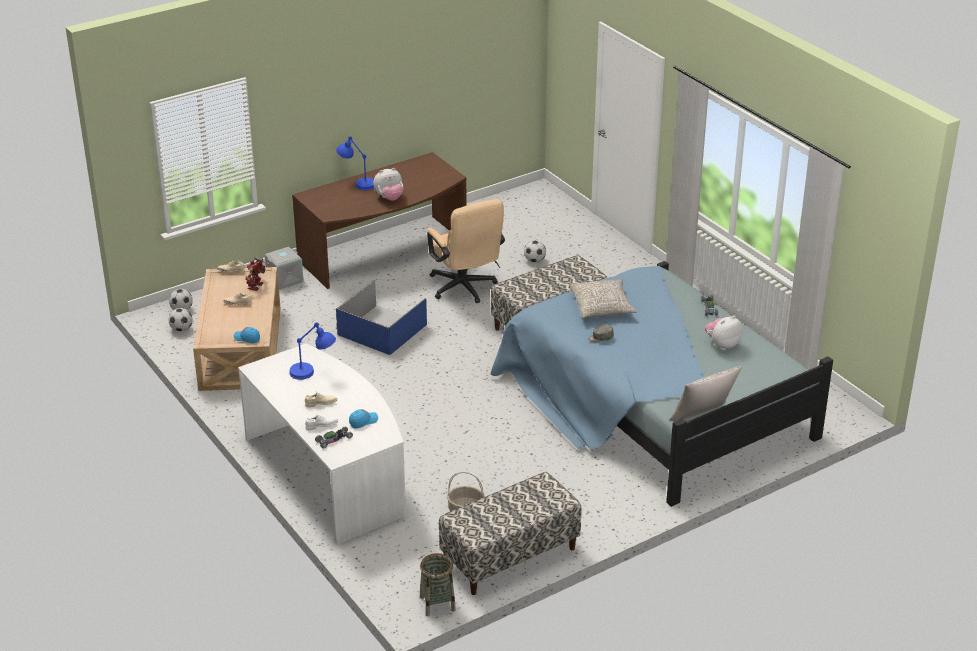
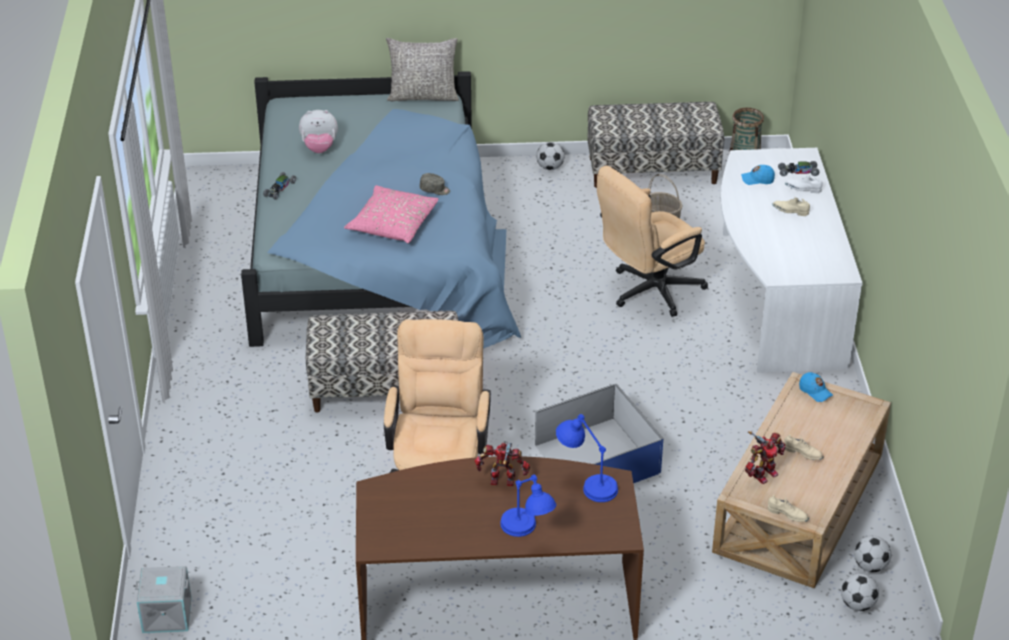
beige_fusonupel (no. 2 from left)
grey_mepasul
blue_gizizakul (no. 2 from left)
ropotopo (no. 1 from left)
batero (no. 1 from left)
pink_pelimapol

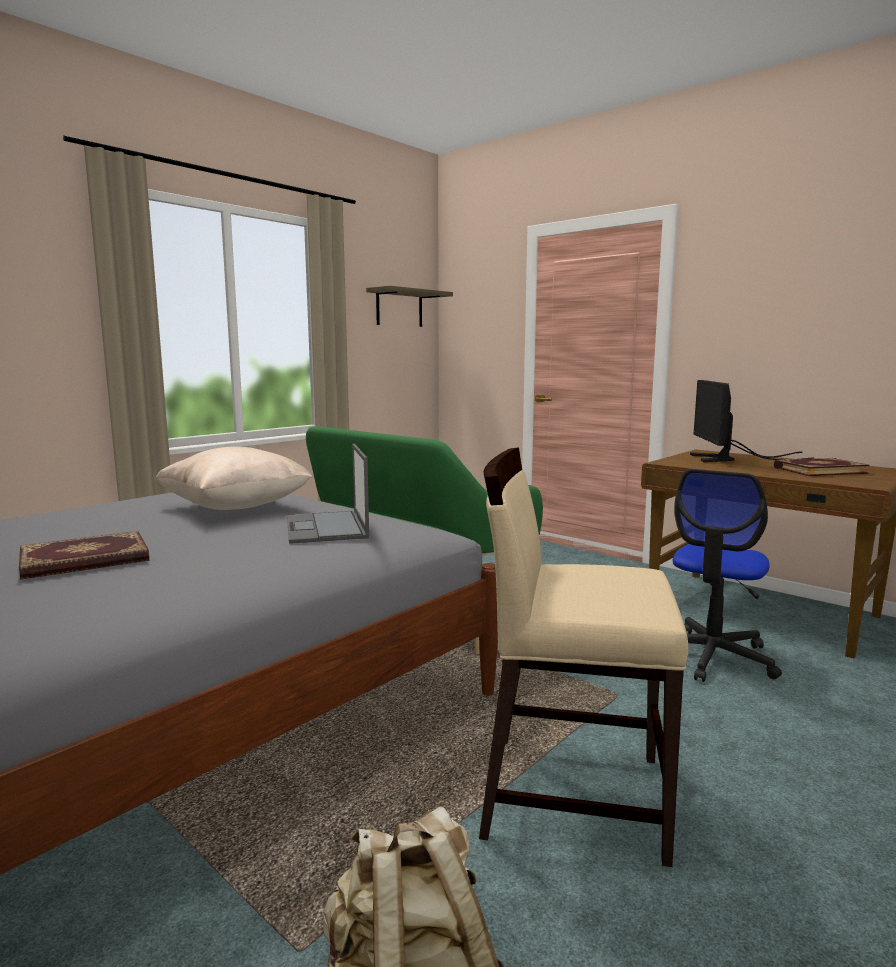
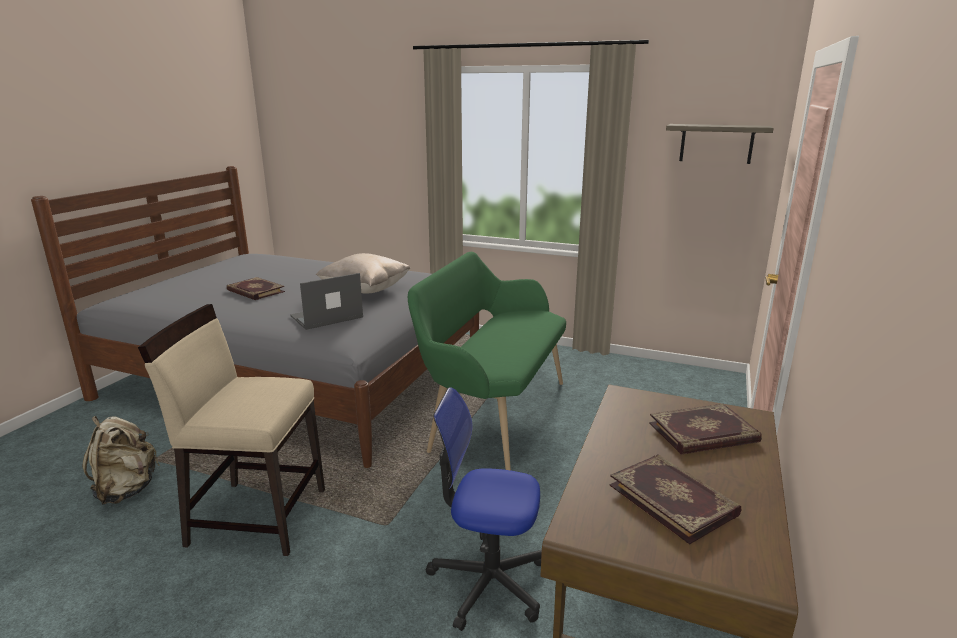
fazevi (no. 3 from left)
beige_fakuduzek

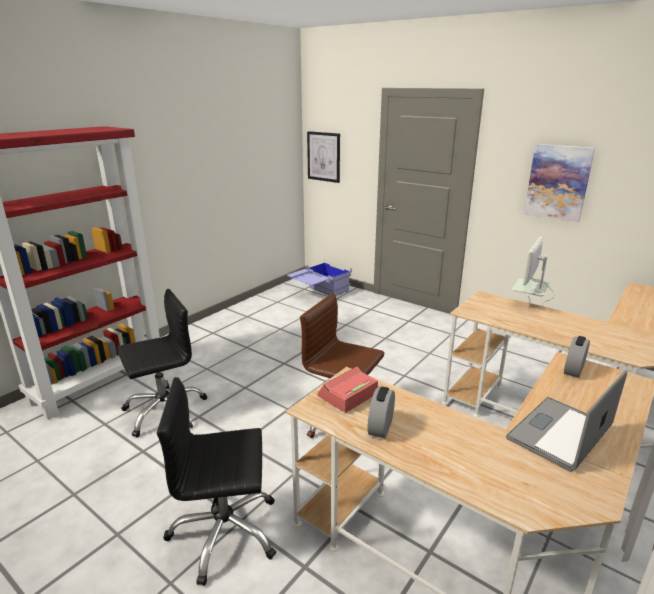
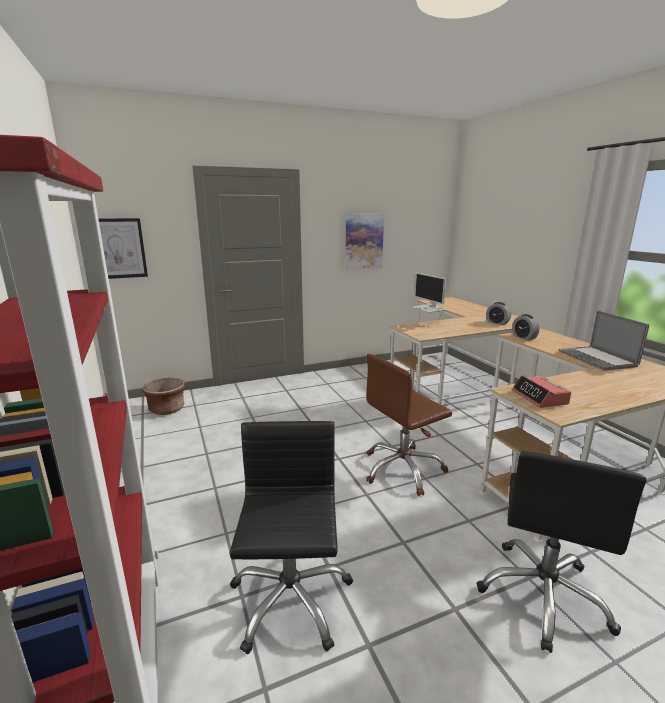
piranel (no. 1 from left)
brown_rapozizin

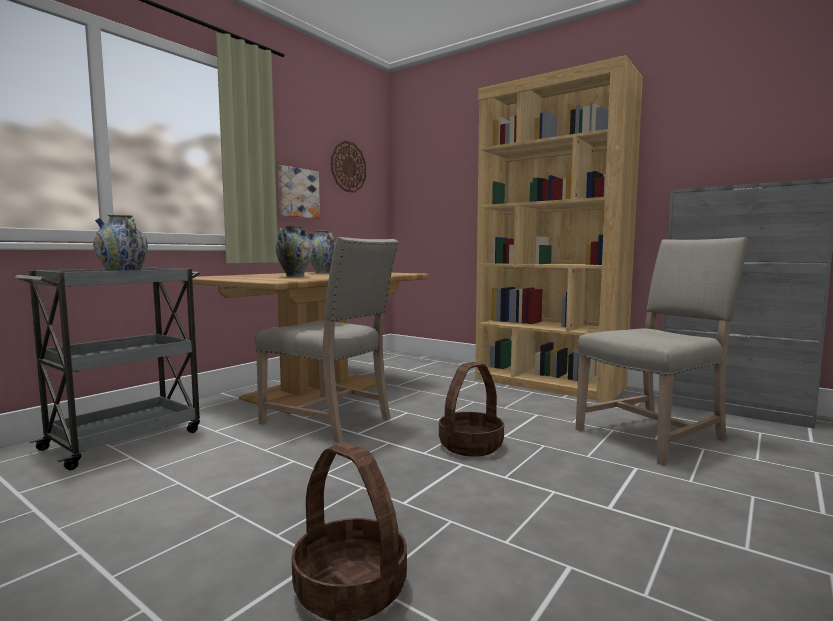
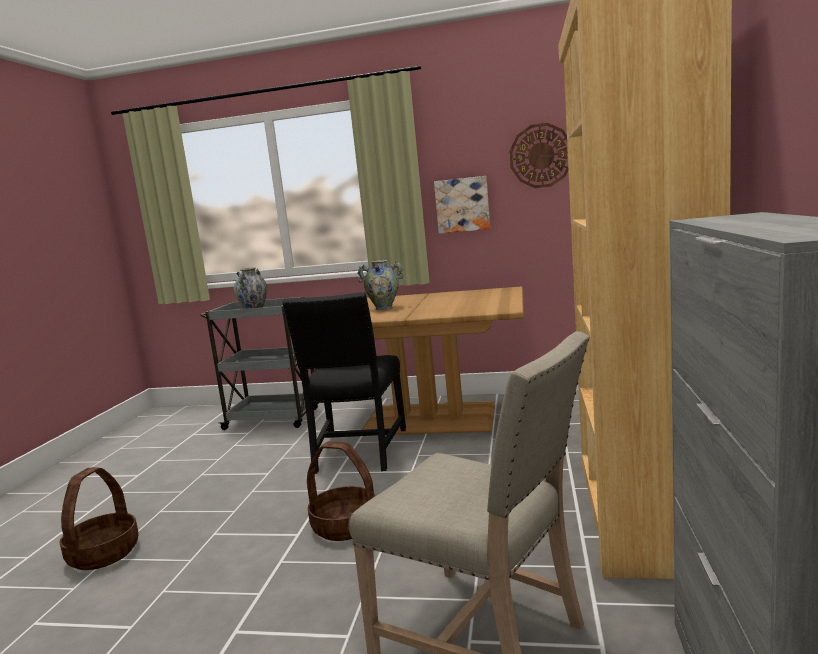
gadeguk (no. 3 from left in the first image)
black_fakuduzek

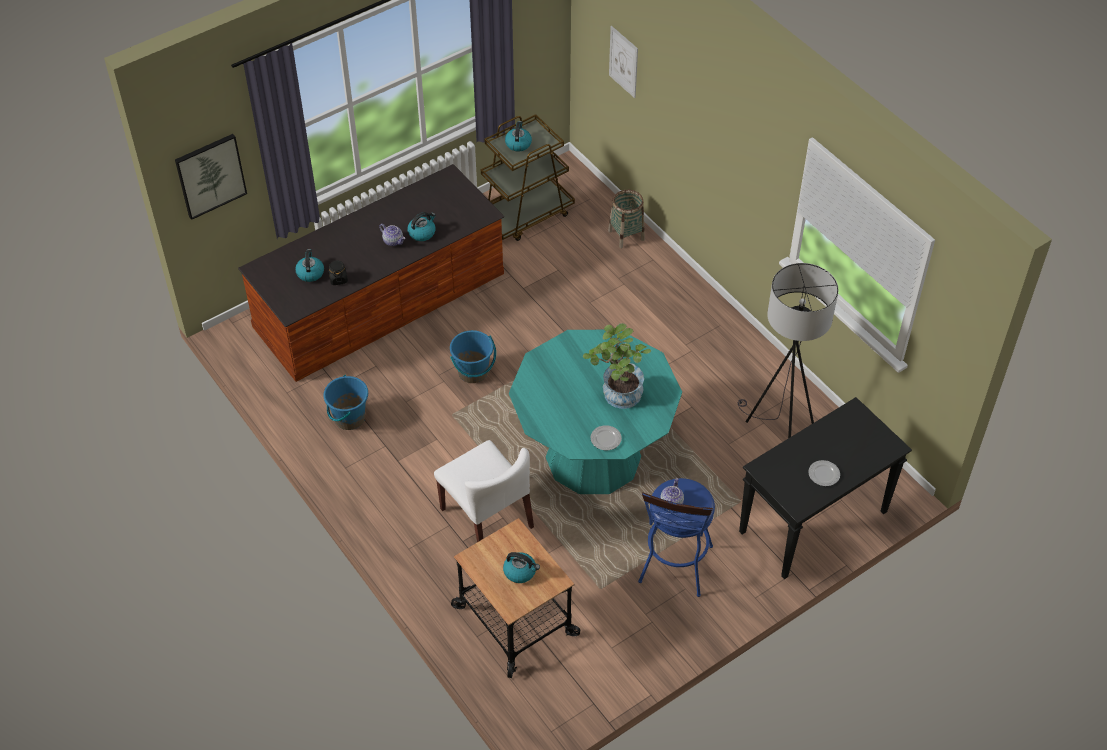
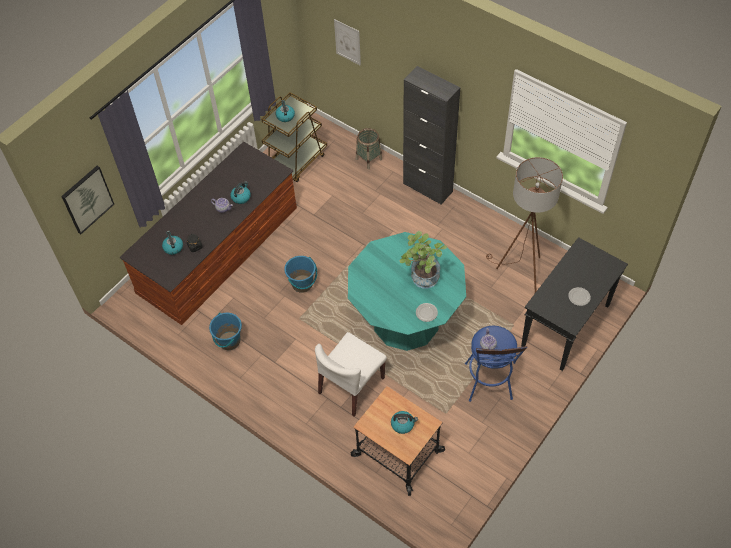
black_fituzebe
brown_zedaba
white_fakuduzek

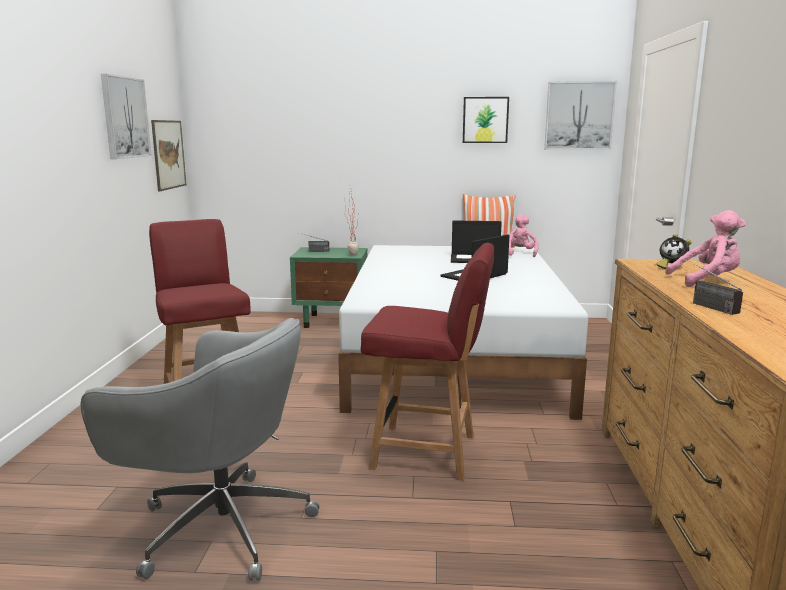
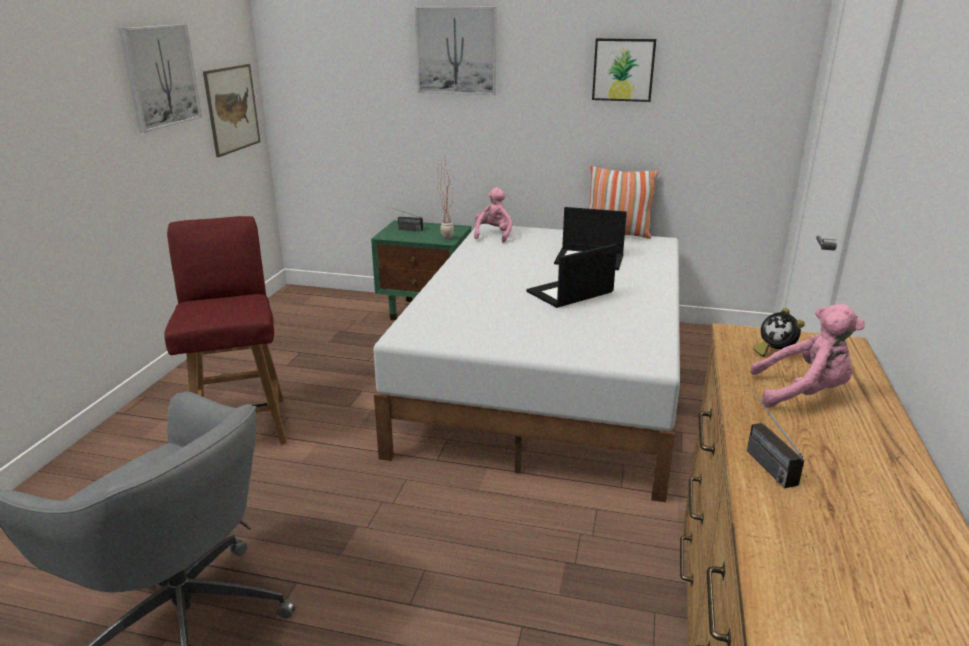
red_fakuduzek (no. 2 from left in the first image)
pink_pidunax (no. 1 from left)
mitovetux (no. 3 from left)

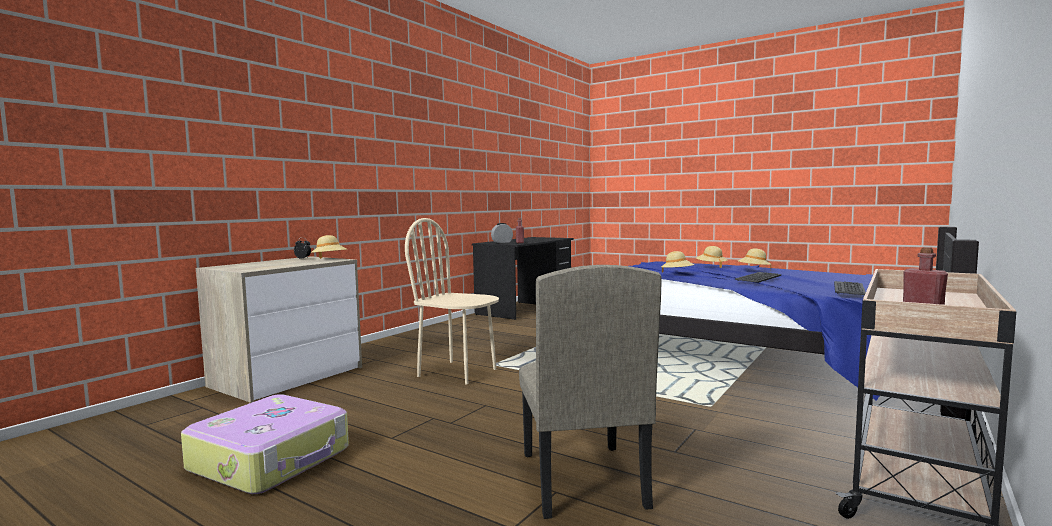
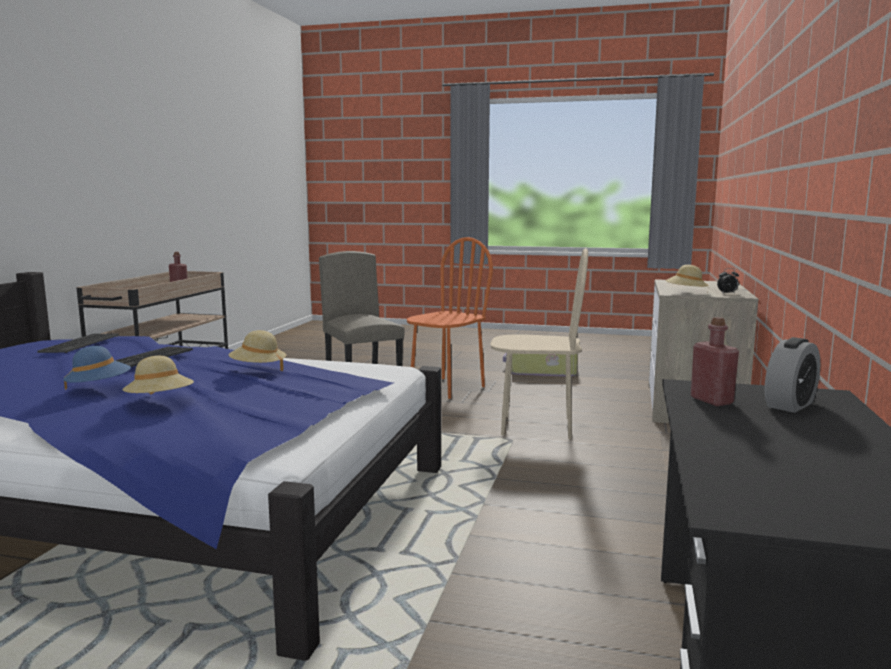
orange_fakuduzek
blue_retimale

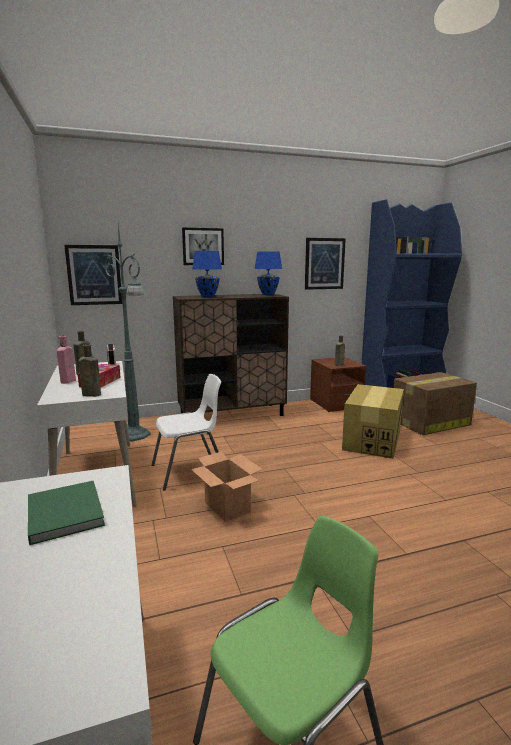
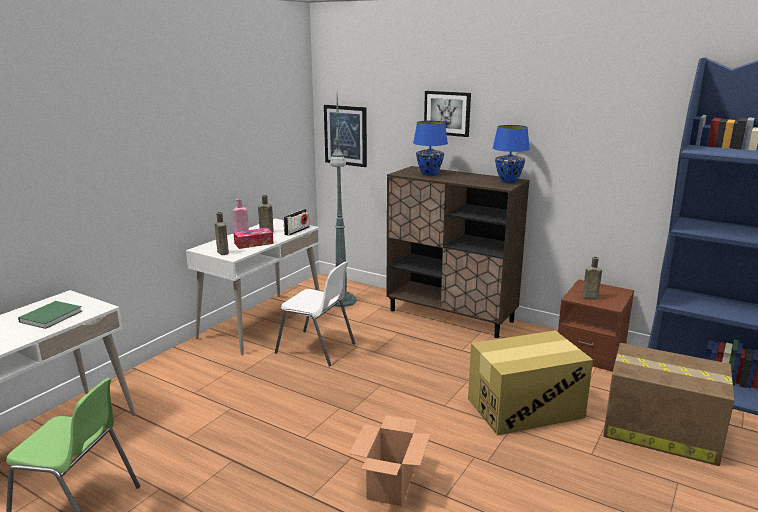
mitovetux (no. 3 from left in the first image)
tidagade (no. 1 from left)

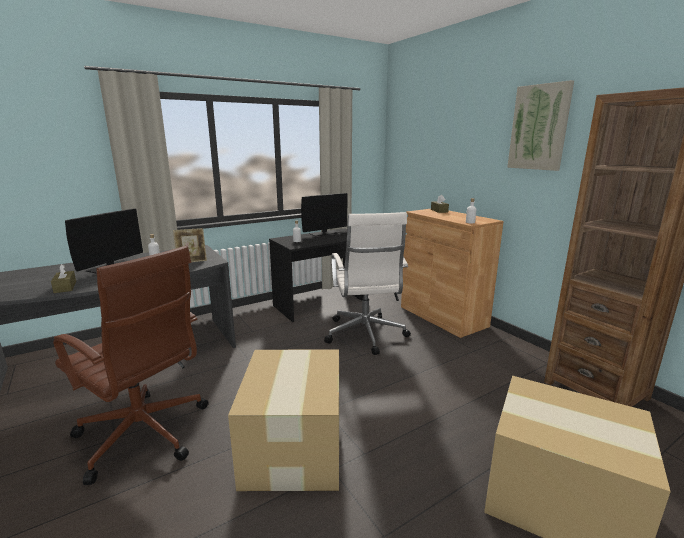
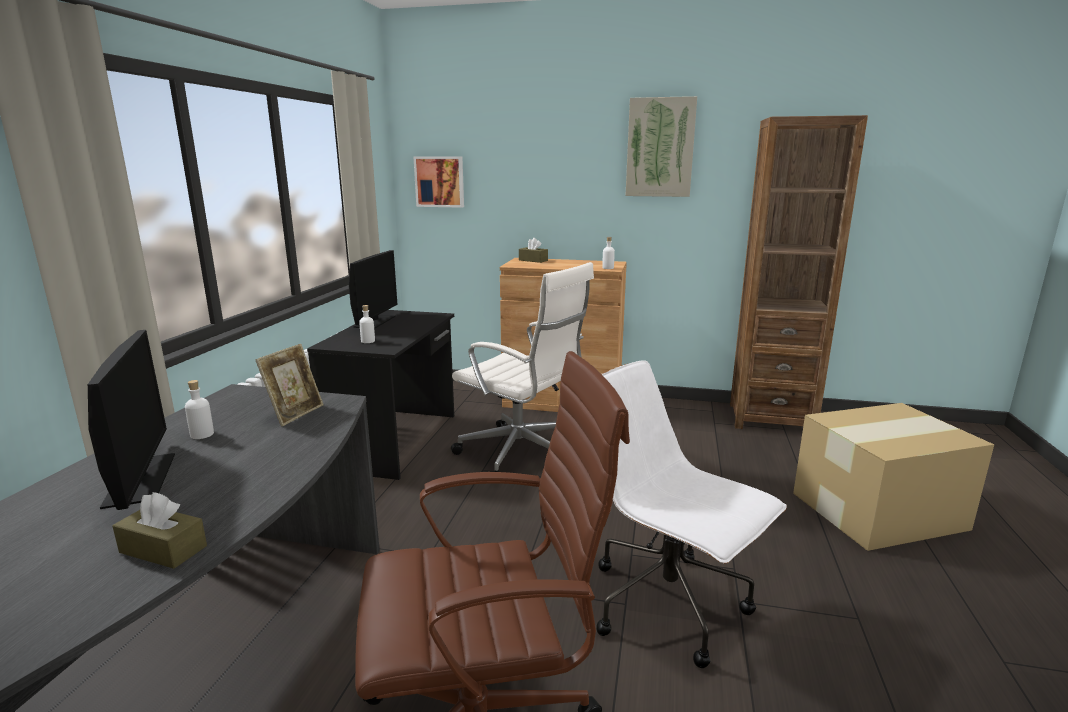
mitovetux (no. 1 from left)
white_fusonupel (no. 2 from left)

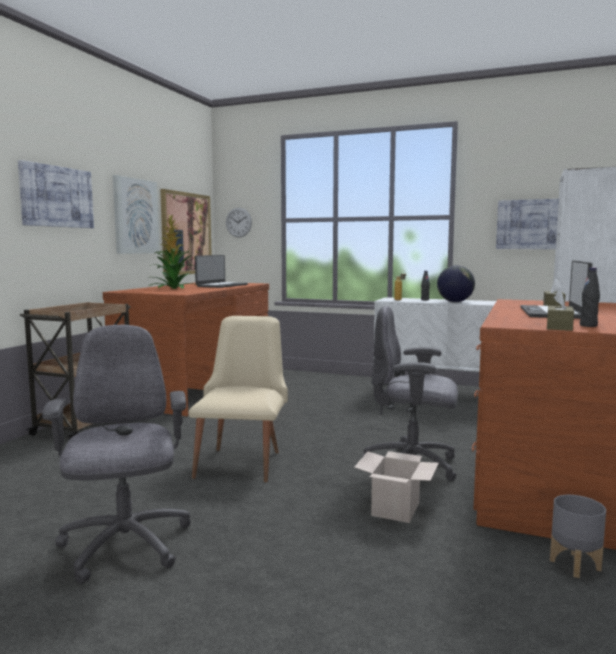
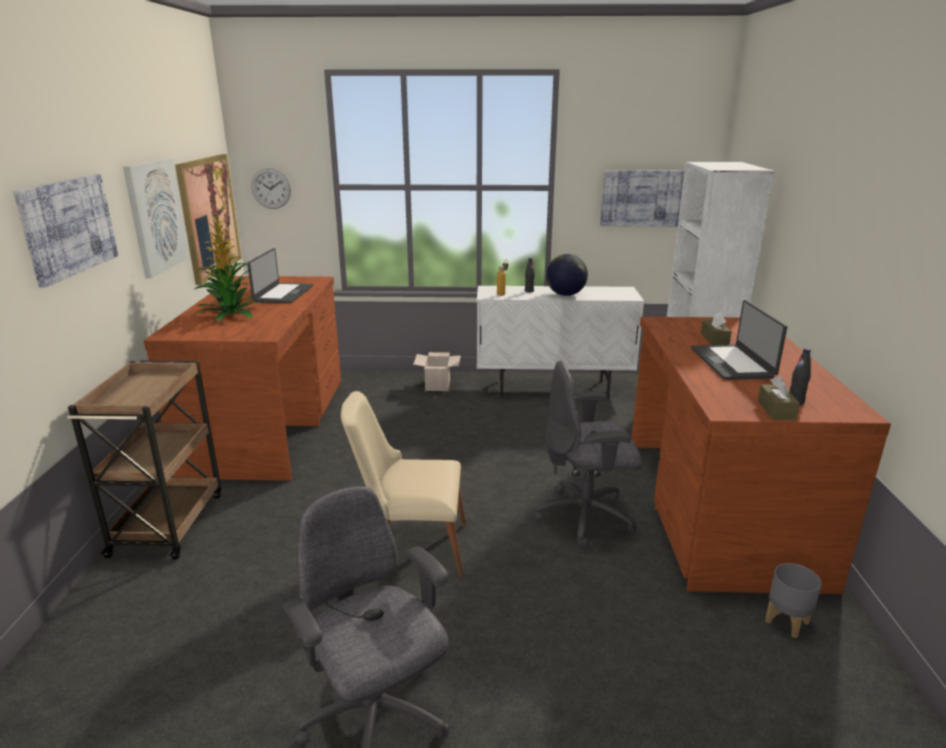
tidagade
beige_fakuduzek

